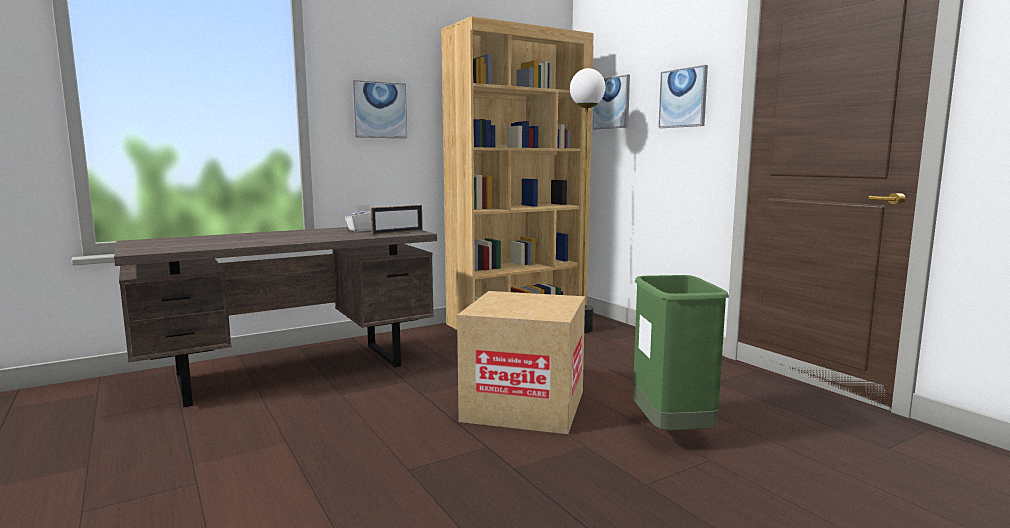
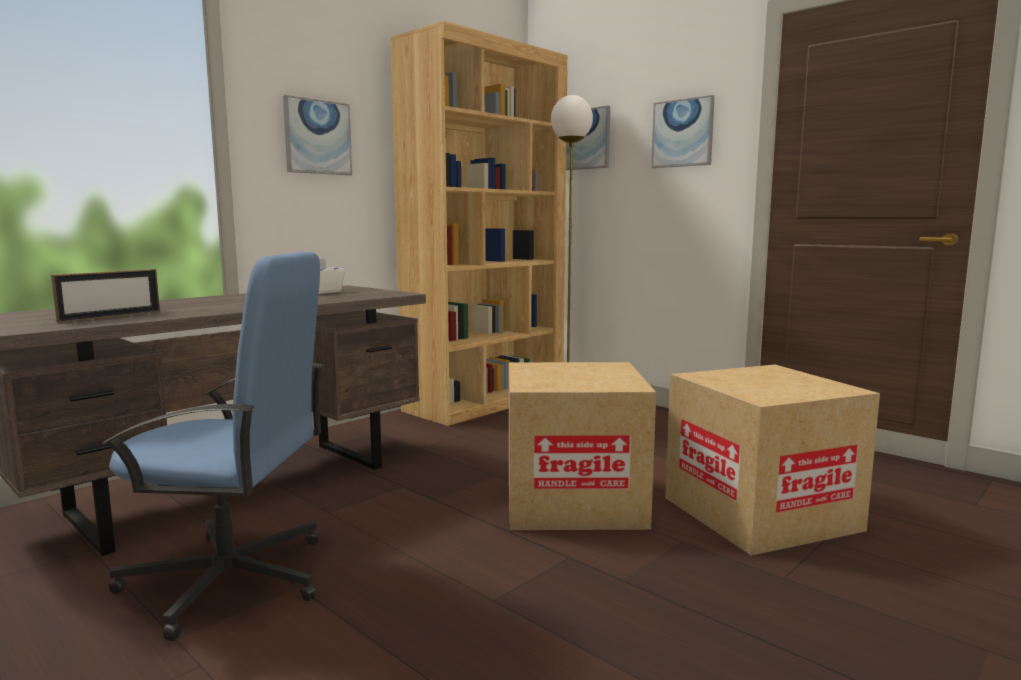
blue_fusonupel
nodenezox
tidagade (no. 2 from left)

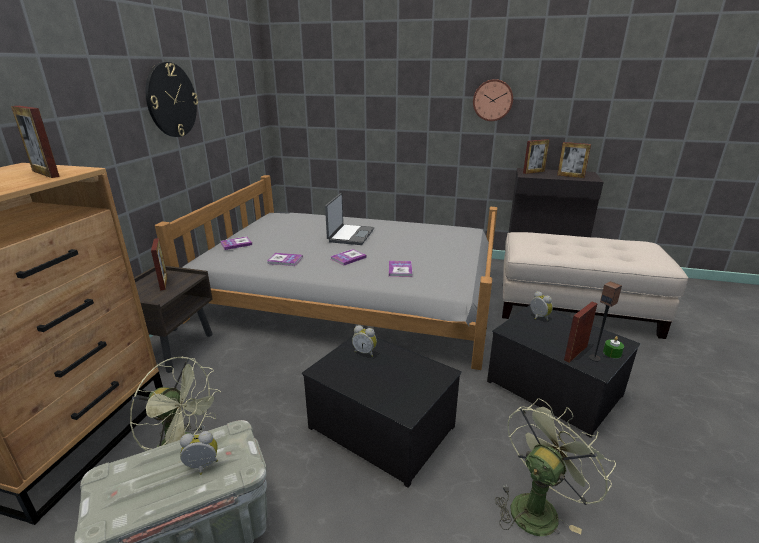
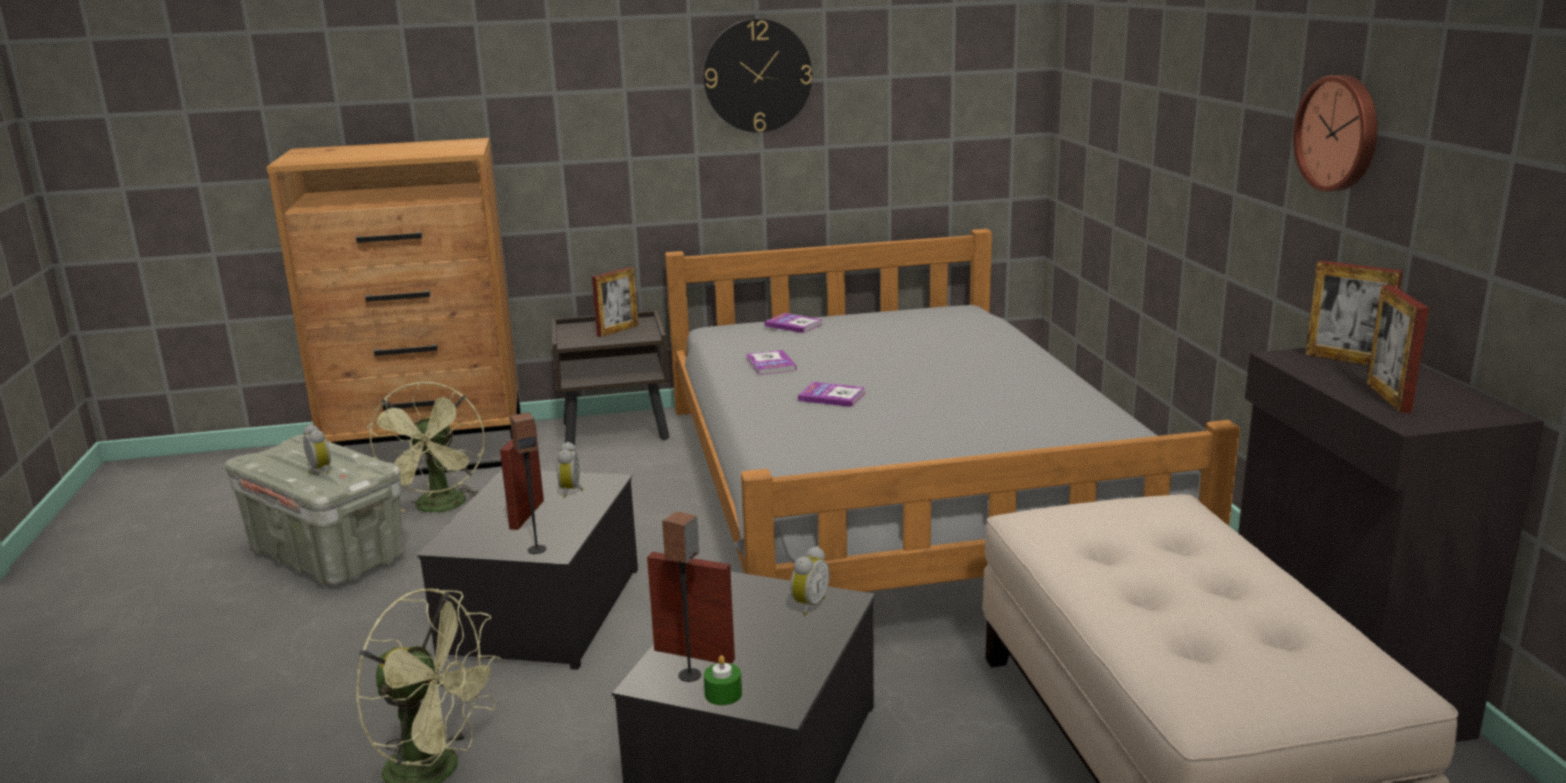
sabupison
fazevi (no. 4 from left in the first image)
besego (no. 1 from left)
nodenezox (no. 1 from left)

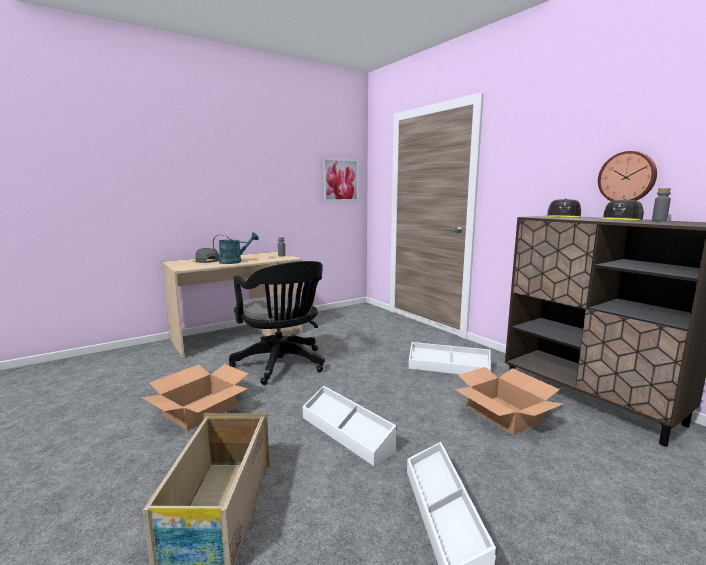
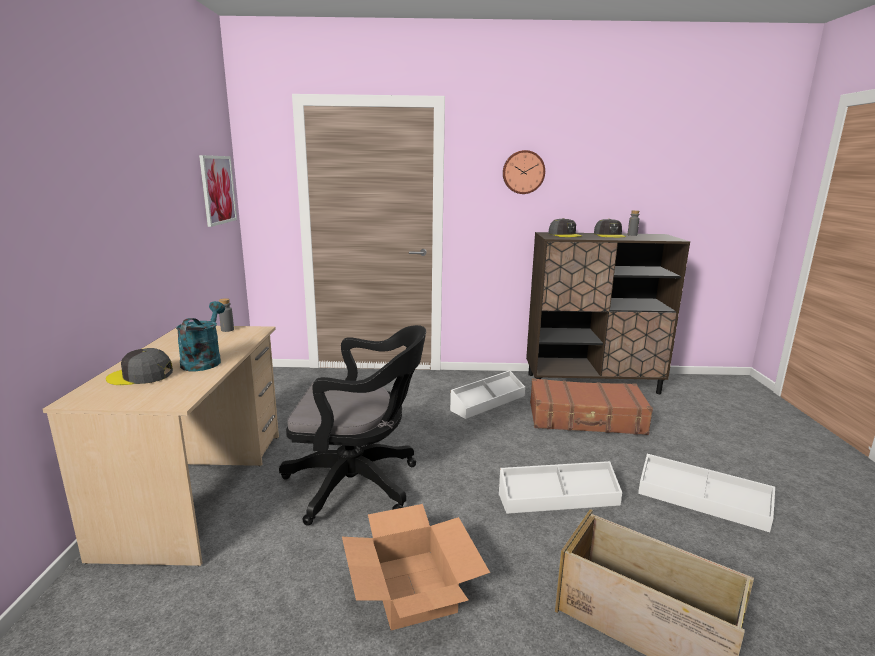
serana
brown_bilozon

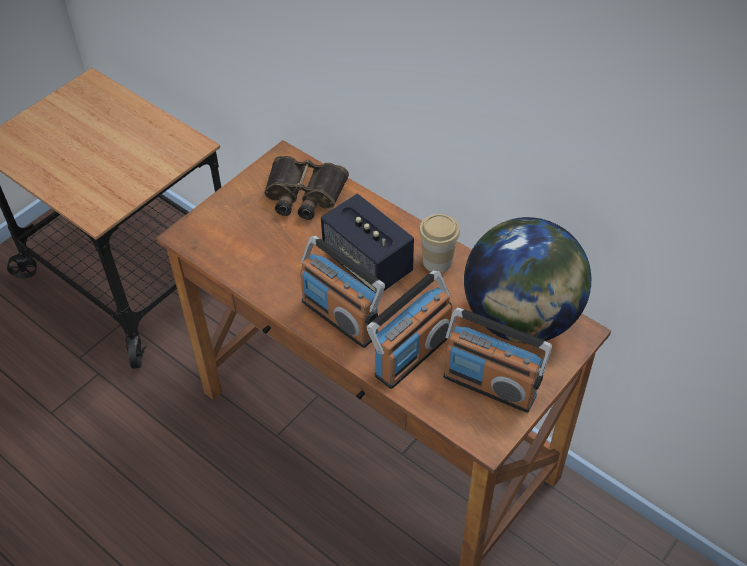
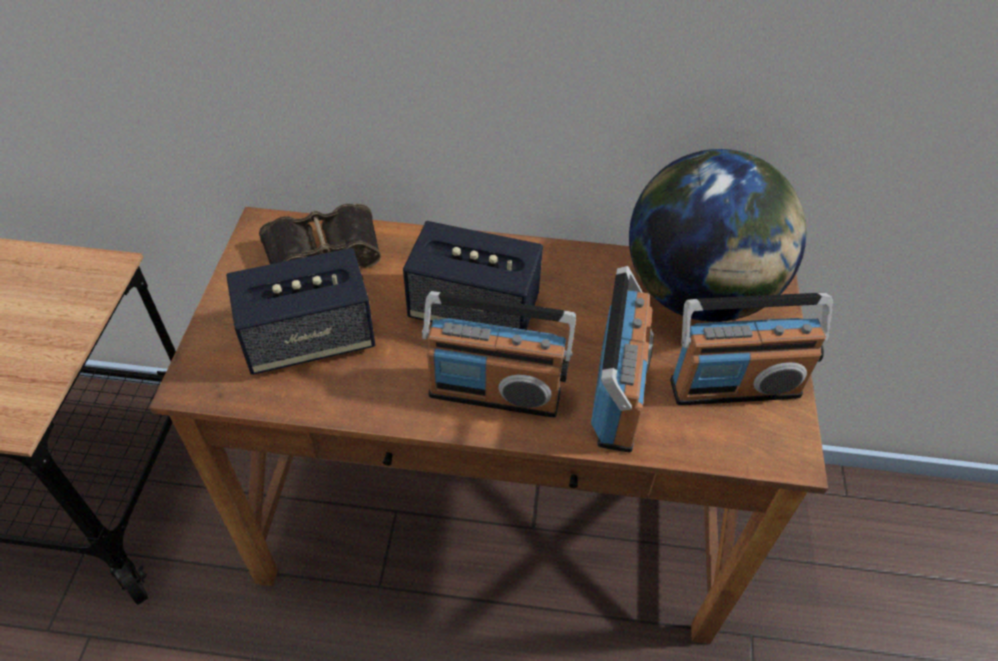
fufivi
besego (no. 1 from left)

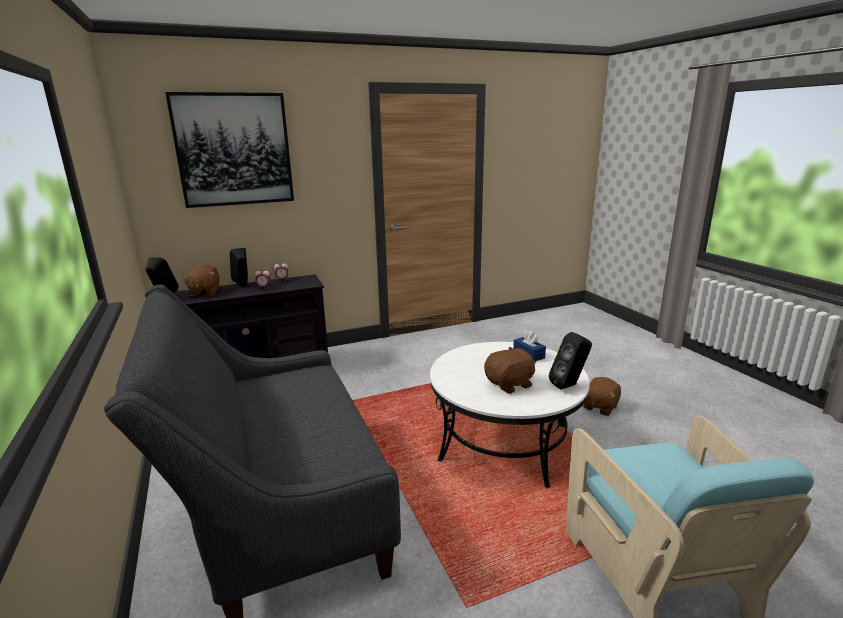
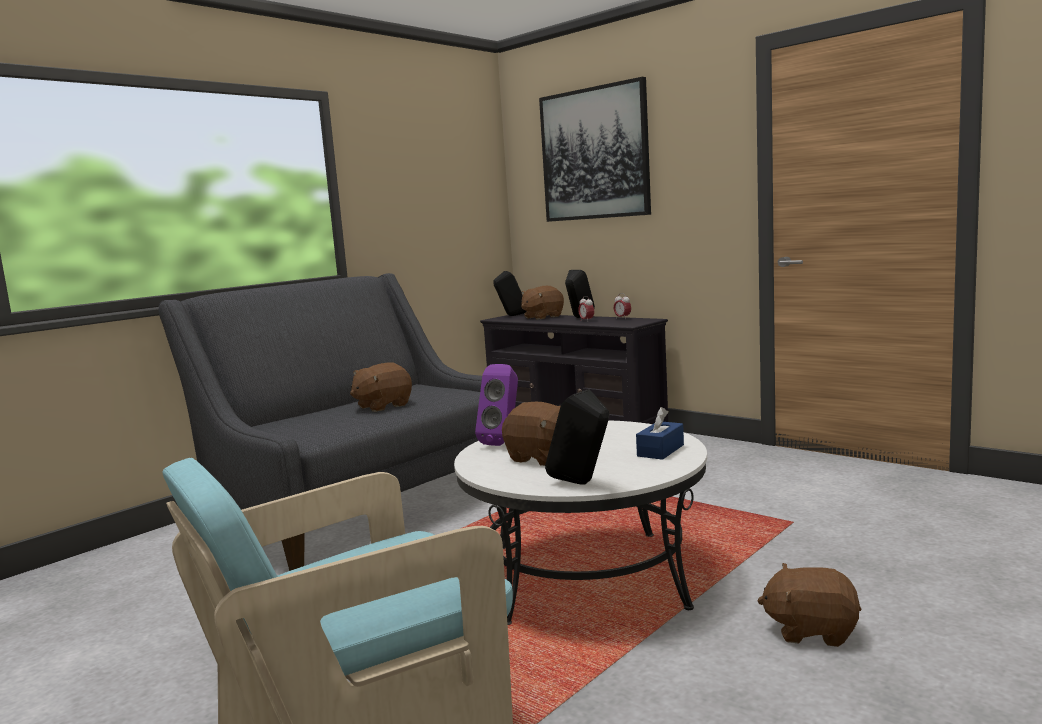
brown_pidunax (no. 1 from left)
purple_besego

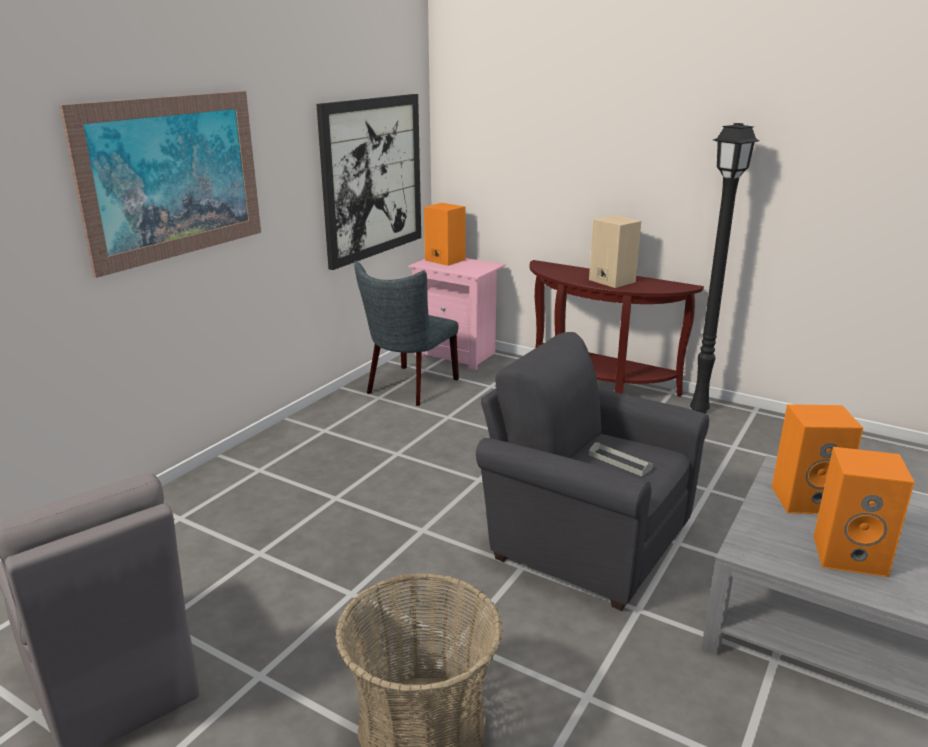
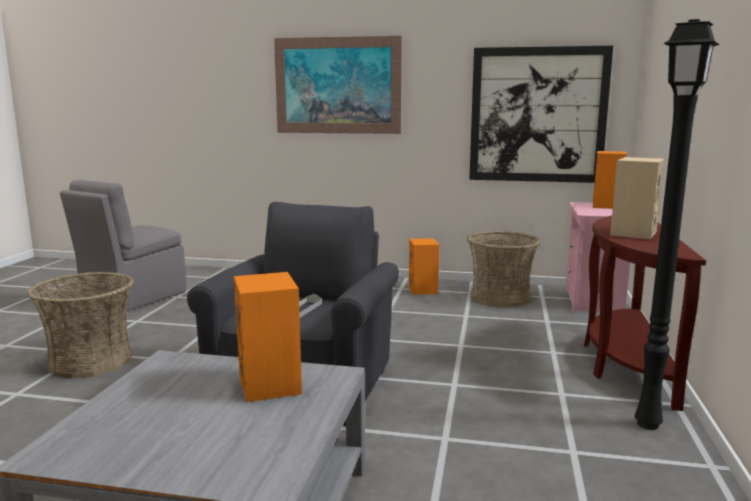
orange_besego (no. 2 from left)
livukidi (no. 2 from left)

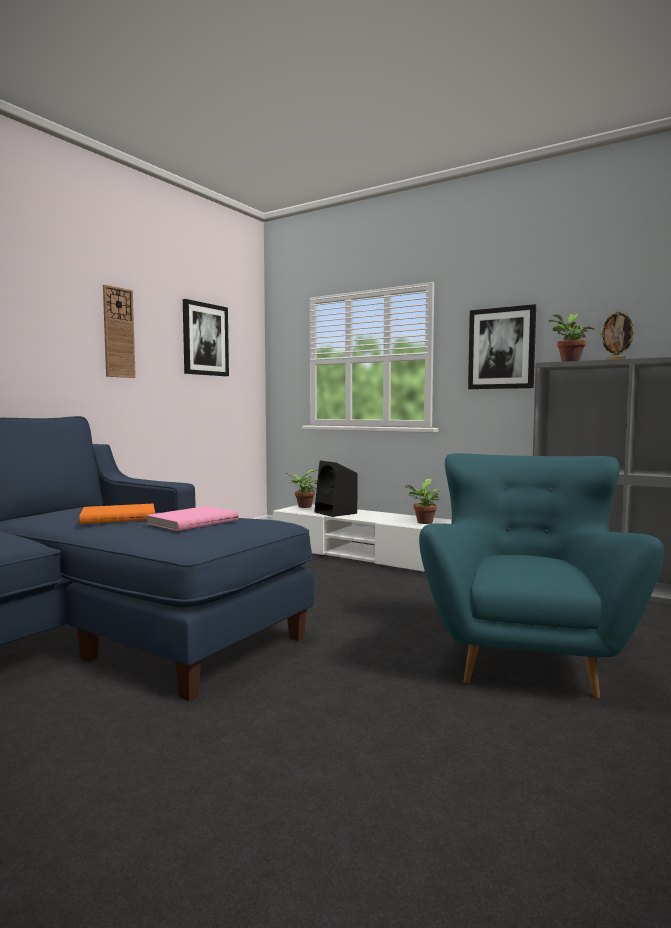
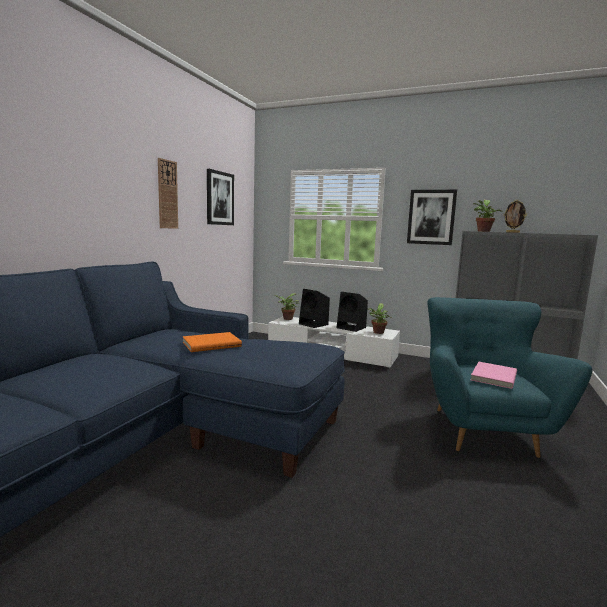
black_besego (no. 2 from left)
pink_fazevi

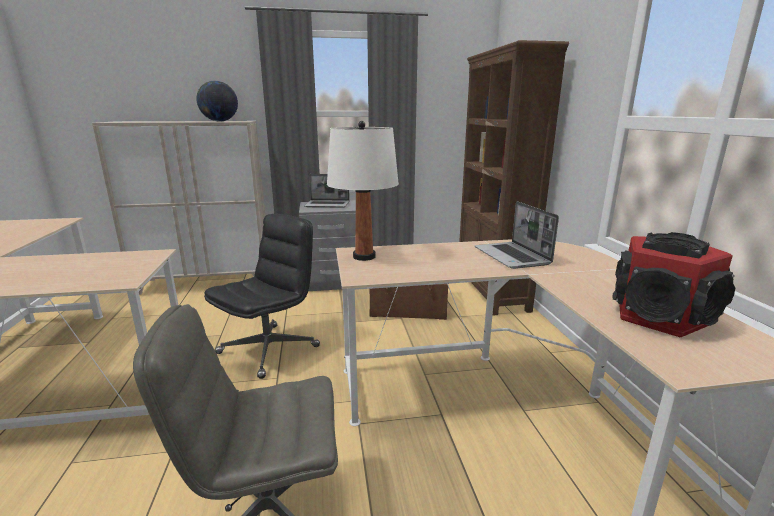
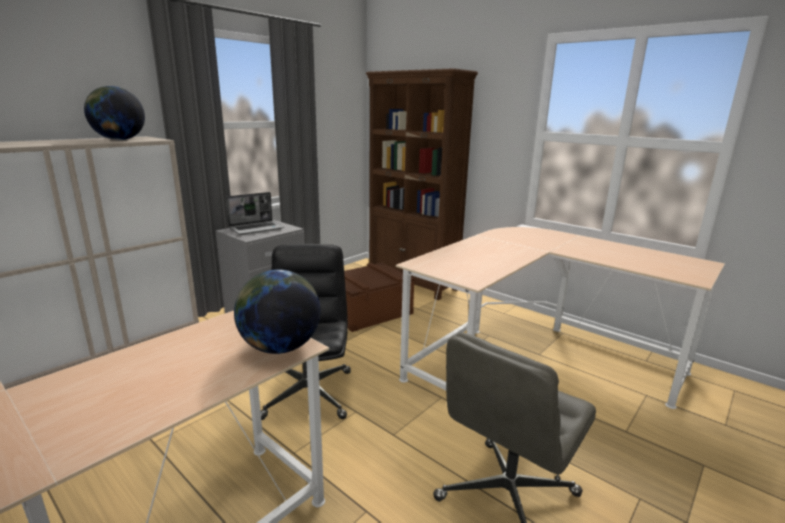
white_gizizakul
sabupison (no. 2 from left in the first image)
besego
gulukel (no. 2 from left)

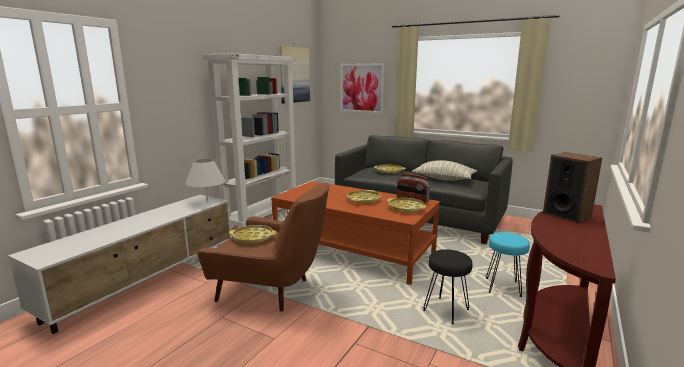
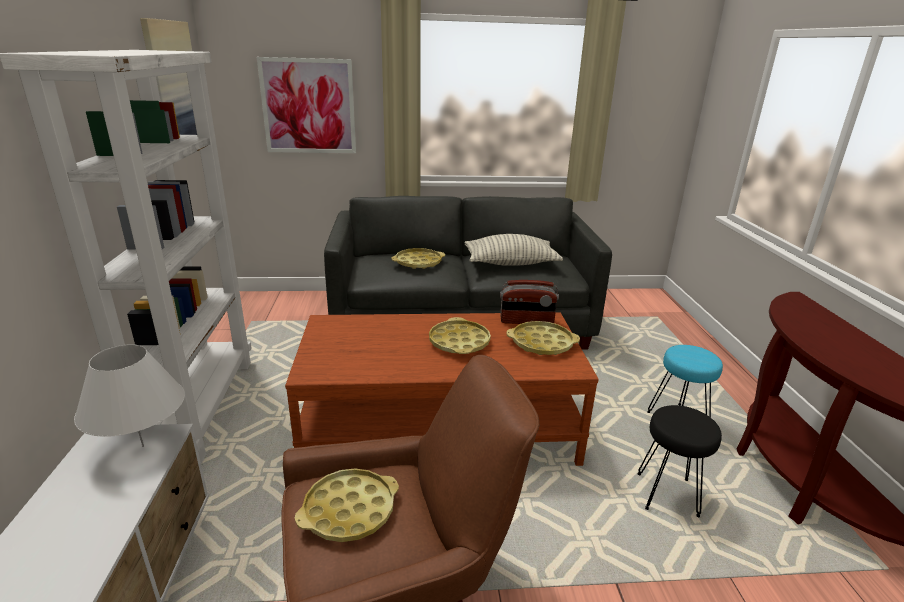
besego

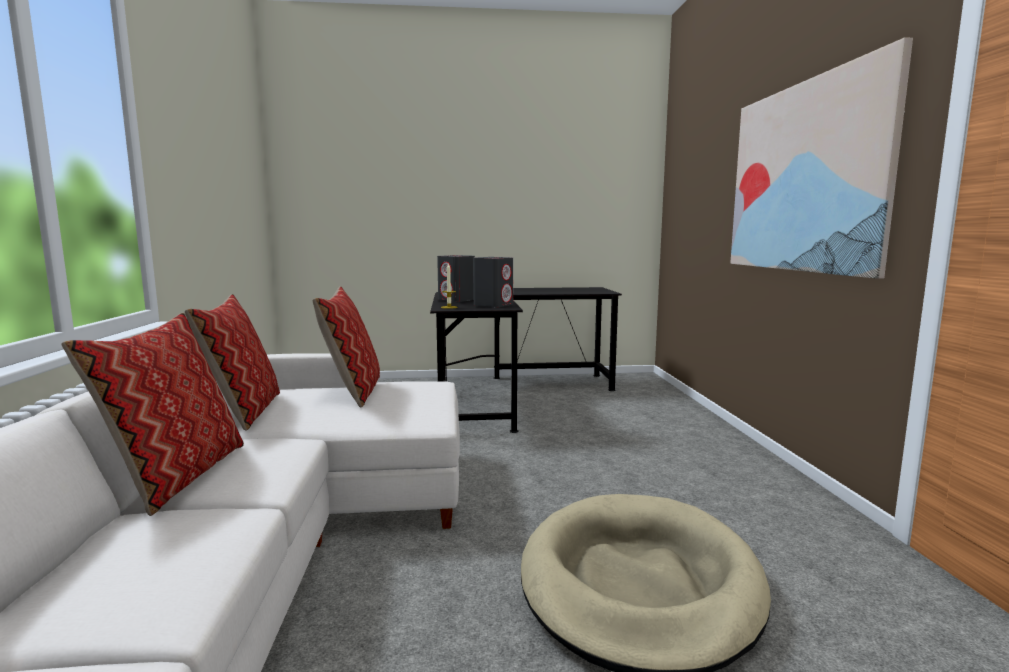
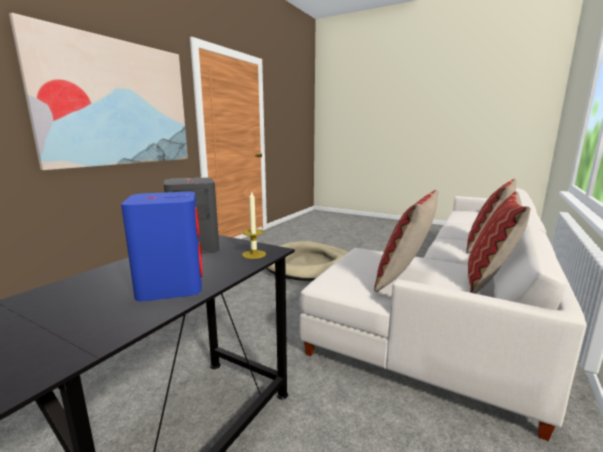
blue_besego

